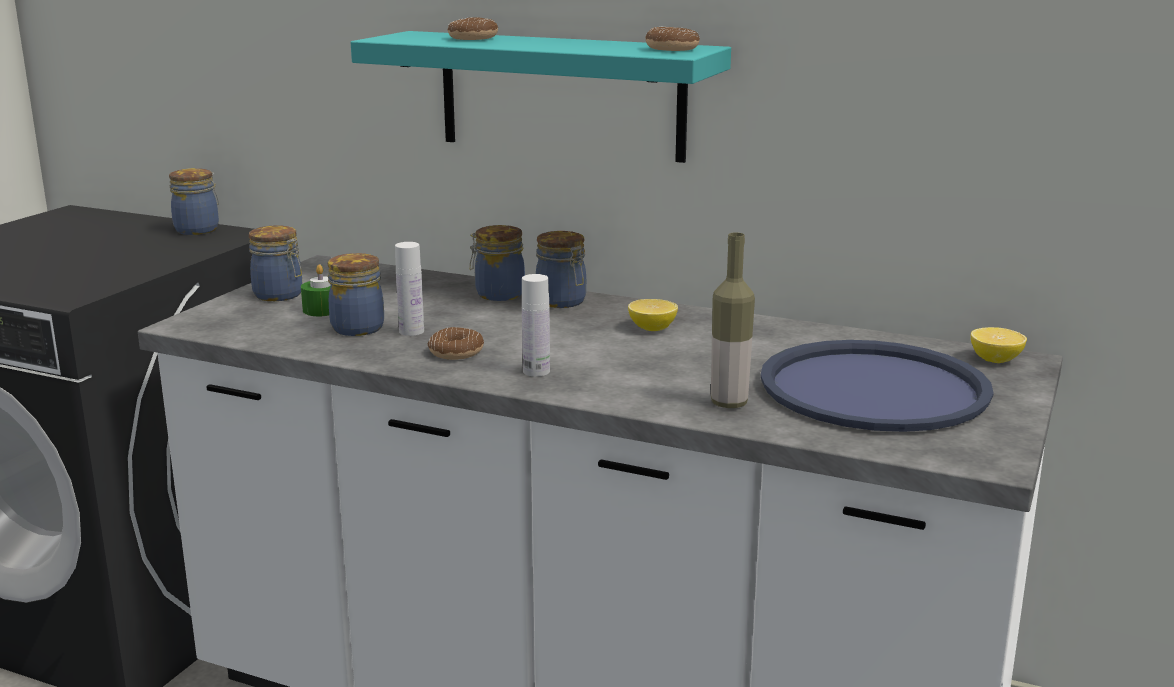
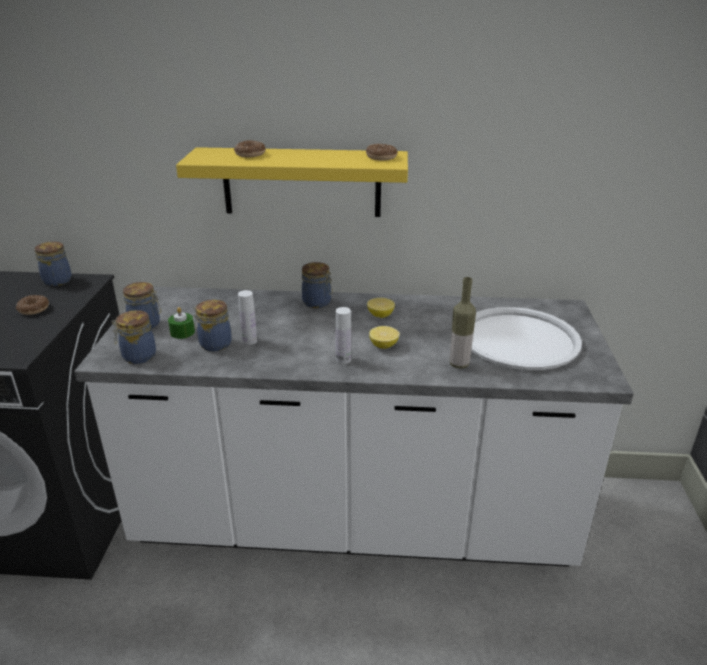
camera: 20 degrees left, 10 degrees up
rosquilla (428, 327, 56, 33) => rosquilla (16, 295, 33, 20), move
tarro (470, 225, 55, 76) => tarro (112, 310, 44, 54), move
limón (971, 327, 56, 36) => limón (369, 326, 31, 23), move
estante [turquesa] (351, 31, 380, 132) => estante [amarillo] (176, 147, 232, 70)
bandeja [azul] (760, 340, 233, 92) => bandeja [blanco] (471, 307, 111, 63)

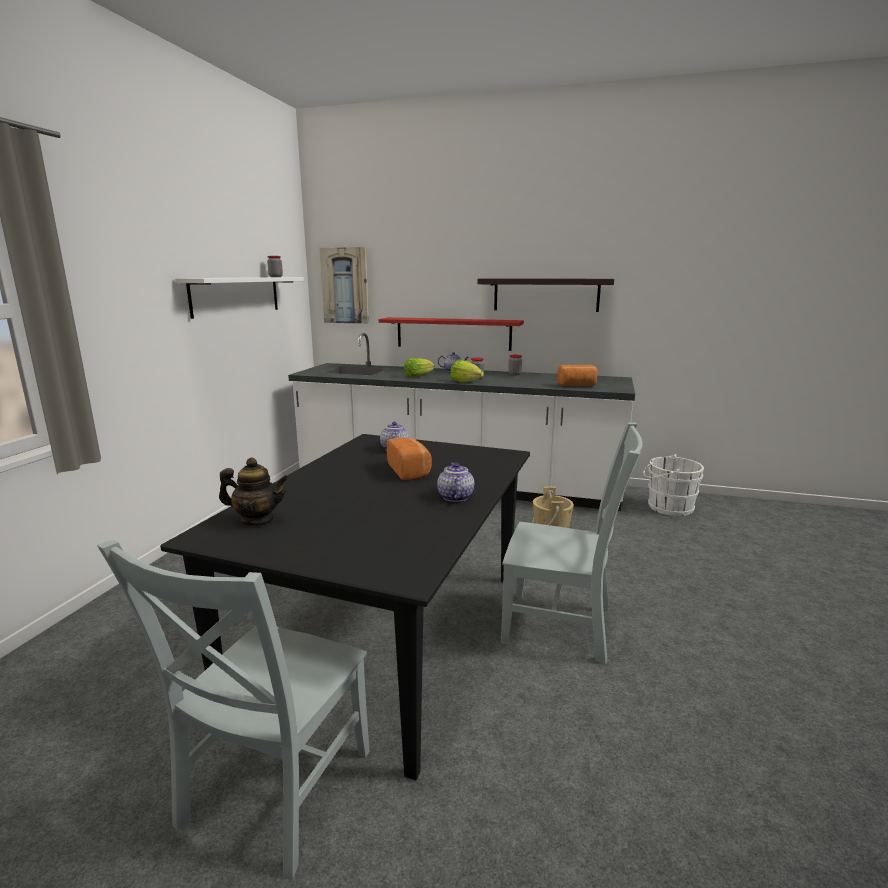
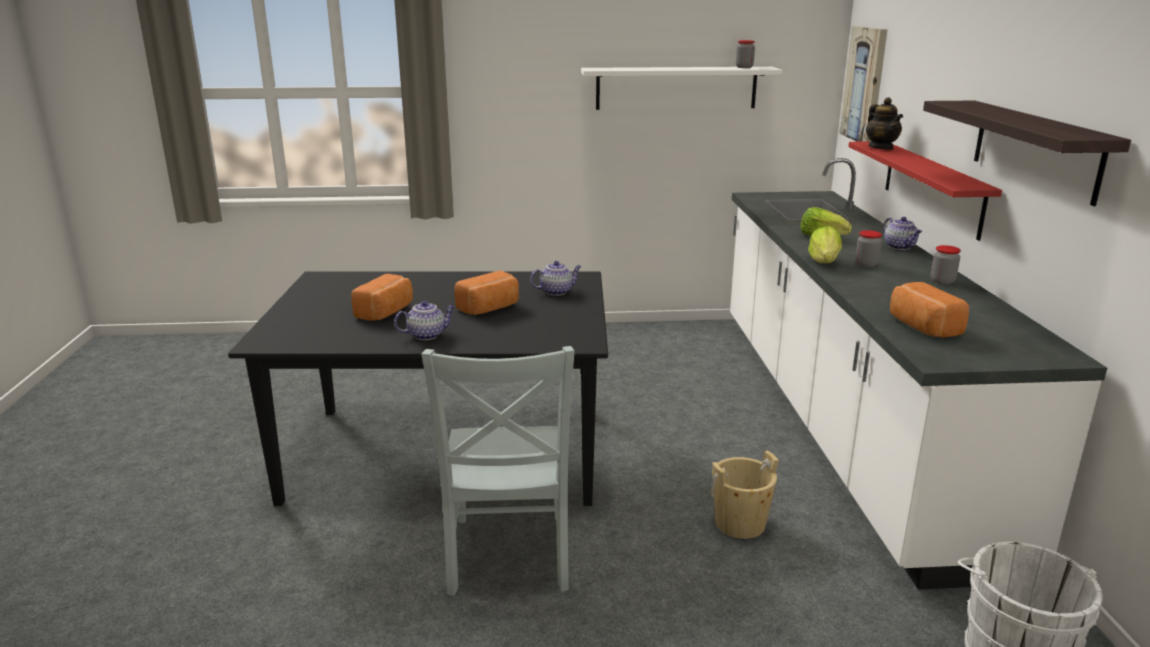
camera: 70 degrees right, 5 degrees up
silla [gris] (97, 539, 273, 340) => nothing
nothing => pan (351, 274, 62, 47)
tetera (219, 457, 70, 69) => tetera (866, 97, 37, 52), move

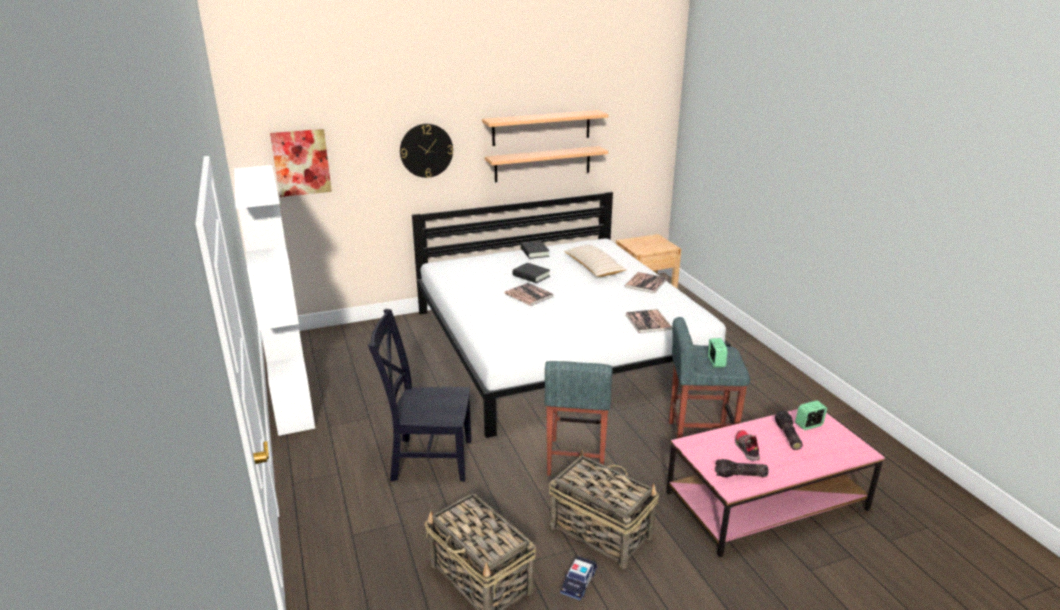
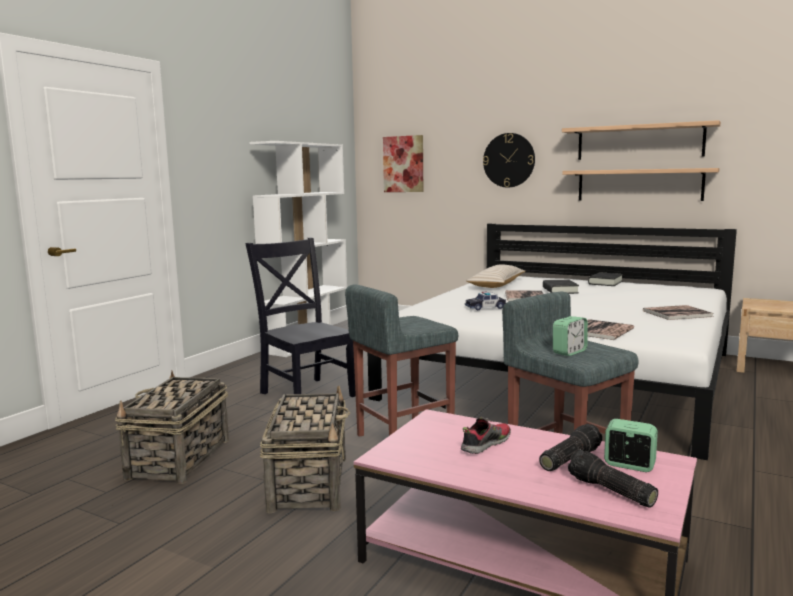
camera: 50 degrees right, 15 degrees down
coche de juguete (560, 556, 37, 45) => coche de juguete (465, 292, 41, 18), move
cojín [beis] (564, 245, 63, 32) => cojín [beis] (466, 264, 59, 24), move
linterna (715, 459, 54, 18) => linterna (568, 449, 90, 59), move

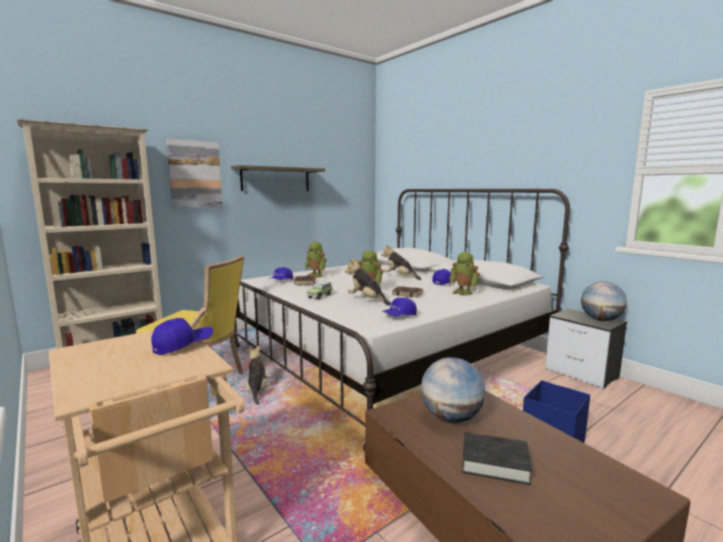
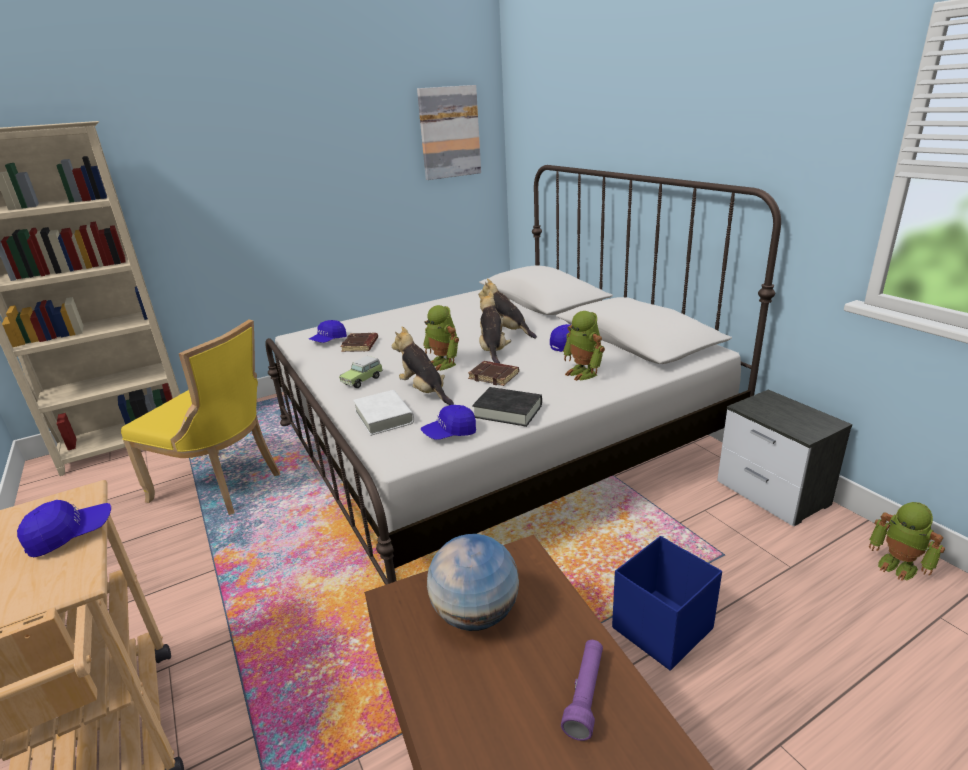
camera: 10 degrees right, 15 degrees up
estante (231, 165, 94, 26) => nothing
globo terráqueo (581, 281, 46, 40) => nothing
nothing => libro [blanco] (353, 390, 61, 46)
nothing => linterna [morado] (561, 640, 42, 101)
cuadro (166, 139, 57, 69) => cuadro (417, 85, 64, 95), move
peluche (246, 346, 25, 59) => peluche (478, 291, 33, 72), move
robot de juguete (305, 242, 21, 36) => robot de juguete (869, 502, 76, 79), move
libro [negro] (462, 432, 70, 53) => libro [negro] (472, 387, 70, 40), move

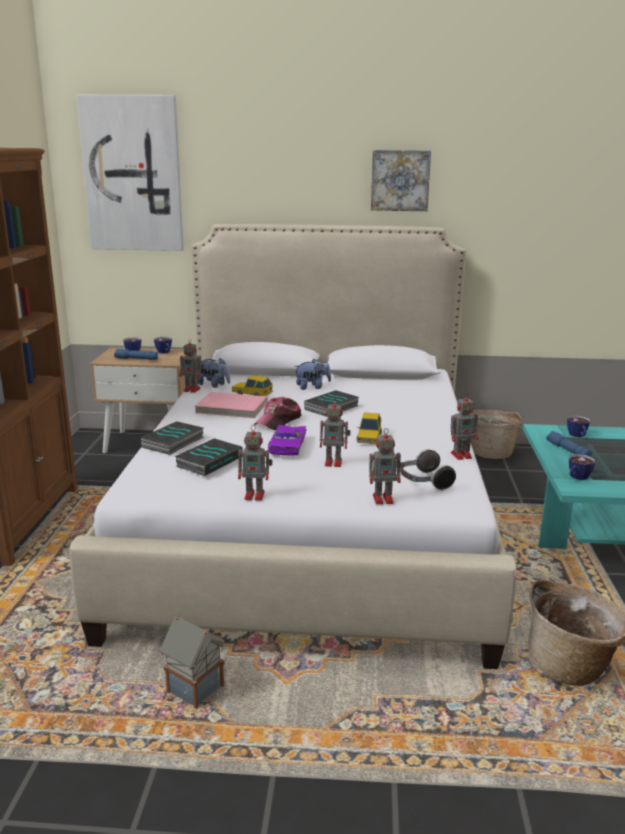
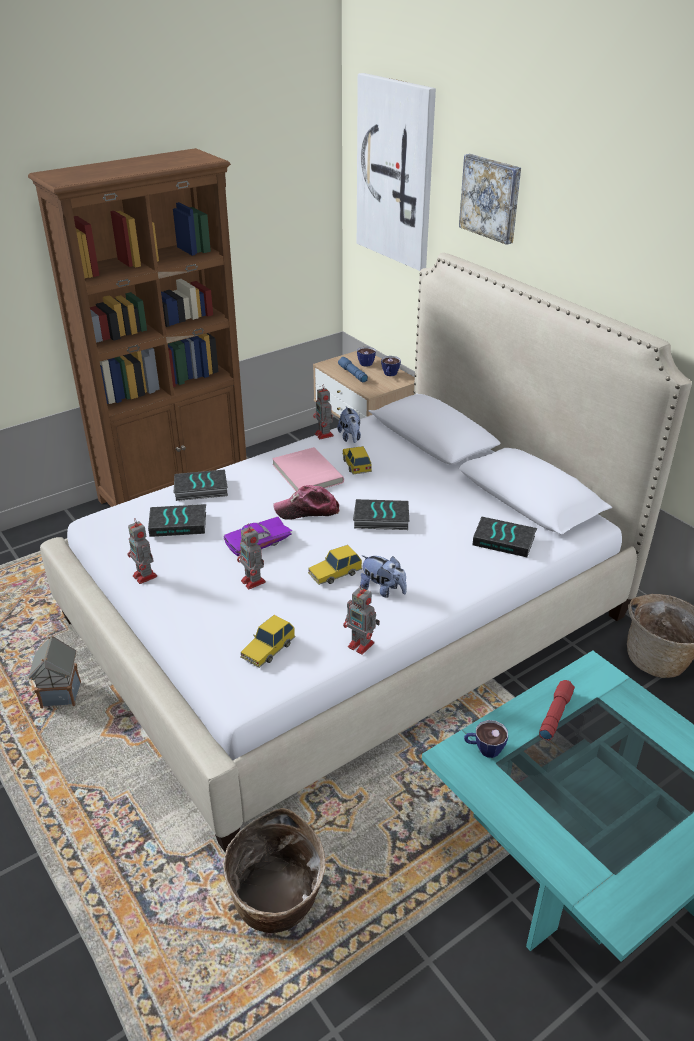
camera: 50 degrees right, 15 degrees up
robot de juguete (369, 428, 33, 76) => nothing
taza (567, 415, 23, 22) => nothing
nothing => libro (473, 516, 64, 41)
peluche (294, 359, 37, 31) => peluche (360, 555, 47, 43), move
cuadro (371, 150, 60, 61) => cuadro (459, 154, 62, 91), move
auriculares (400, 449, 56, 42) => coche de juguete (240, 615, 56, 53)
linterna [azul] (546, 431, 46, 26) => linterna [rojo] (539, 680, 36, 60)

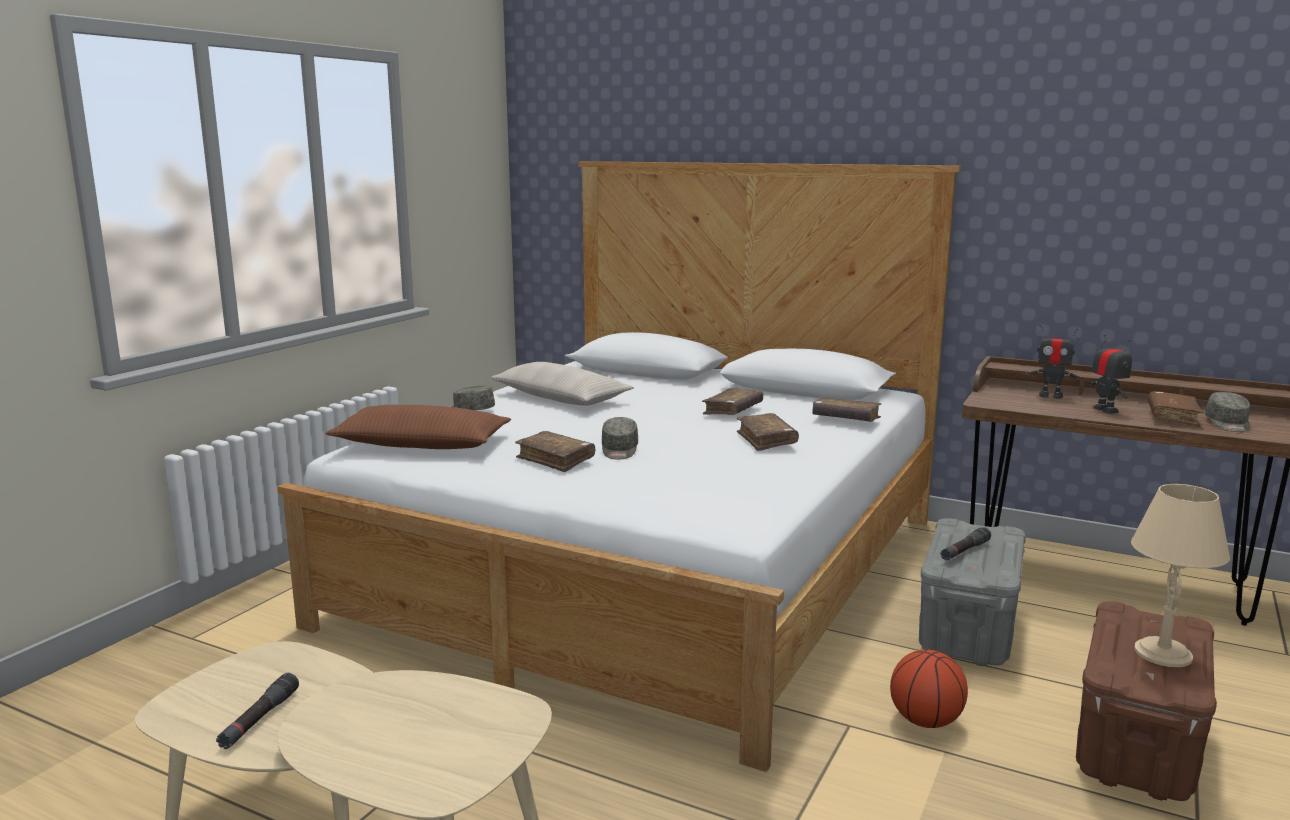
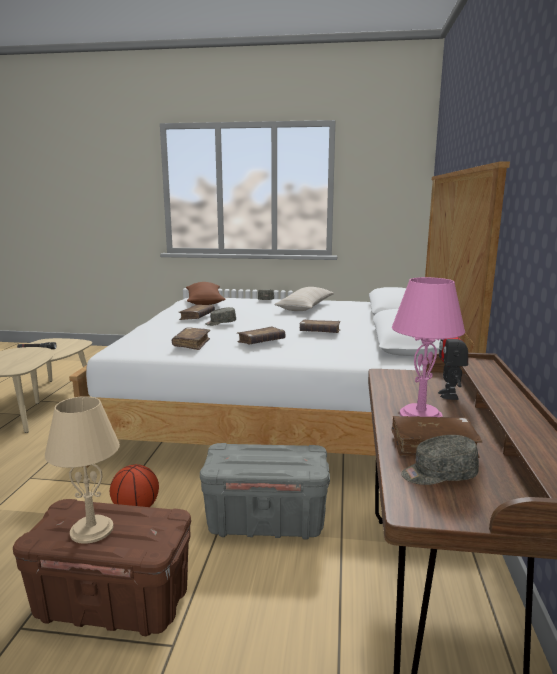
camera: 70 degrees right, 0 degrees up
linterna [negro] (940, 527, 51, 33) => nothing
libro [marrón] (812, 397, 69, 25) => libro [marrón] (172, 327, 38, 23), move
robot de juguete (1088, 335, 44, 79) => lámpara de mesa [rosa] (392, 277, 73, 140)

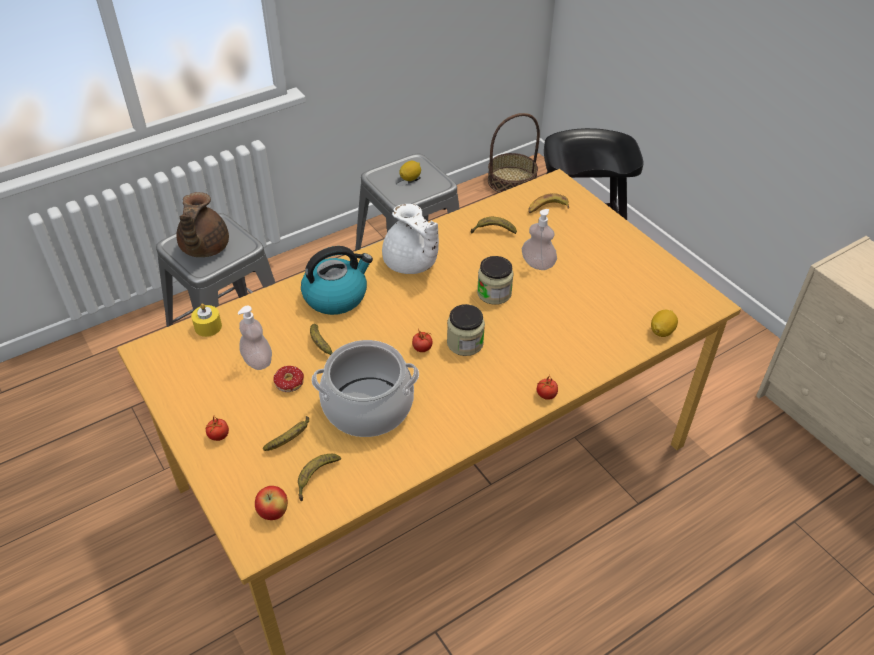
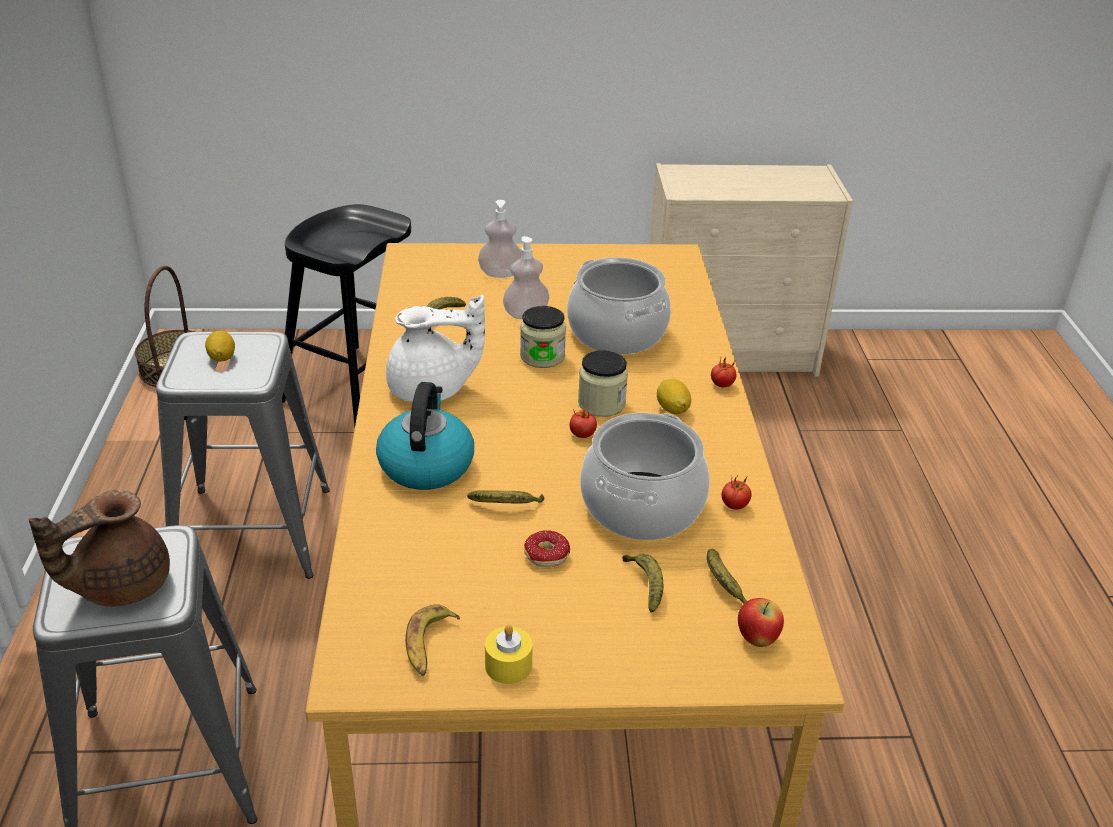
camera: 60 degrees left, 10 degrees down
nothing => olla (567, 257, 104, 97)
vela [amarillo] (191, 303, 31, 34) => vela [amarillo] (485, 625, 48, 59), move
tomate (205, 417, 24, 24) => tomate (722, 476, 30, 34), move
dispensador de jabón (238, 306, 34, 64) => dispensador de jabón (478, 200, 43, 78), move
plátano (528, 193, 41, 20) => plátano (405, 604, 55, 72), move
limón (651, 310, 27, 27) => limón (657, 379, 34, 35), move
tetera [marrón] (177, 192, 52, 65) => tetera [marrón] (29, 490, 141, 117), 105 degrees clockwise

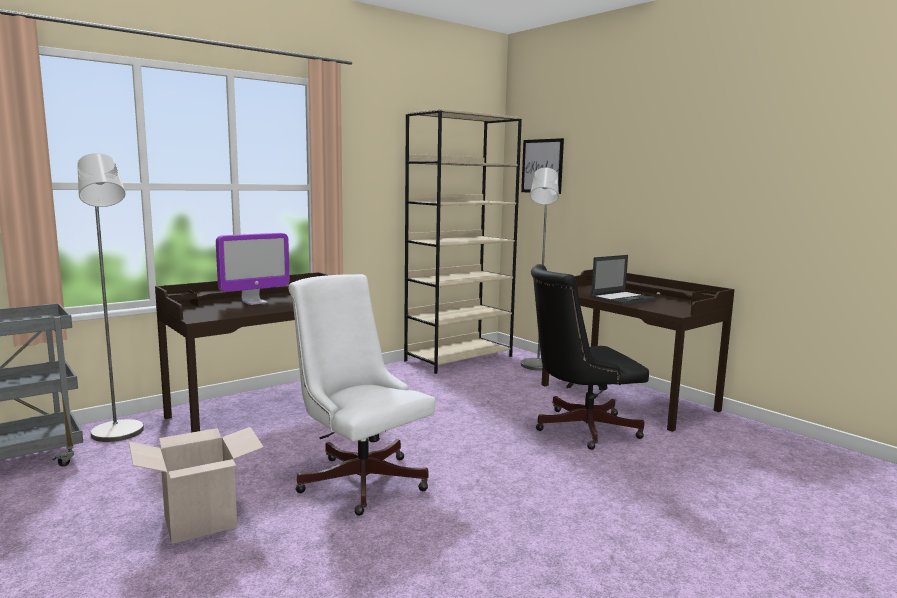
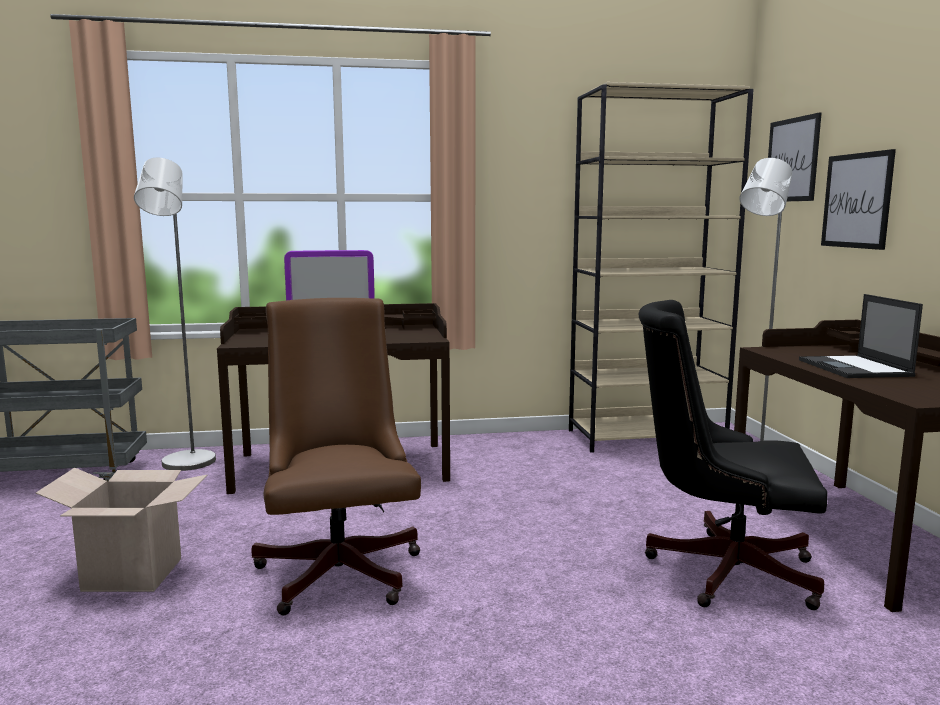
camera: 30 degrees right, 0 degrees up
nothing => cuadro (821, 149, 75, 101)
silla de oficina [blanco] (289, 274, 147, 242) => silla de oficina [marrón] (252, 298, 169, 317)
portátil (591, 255, 65, 50) => portátil (799, 294, 124, 84), 90 degrees clockwise

